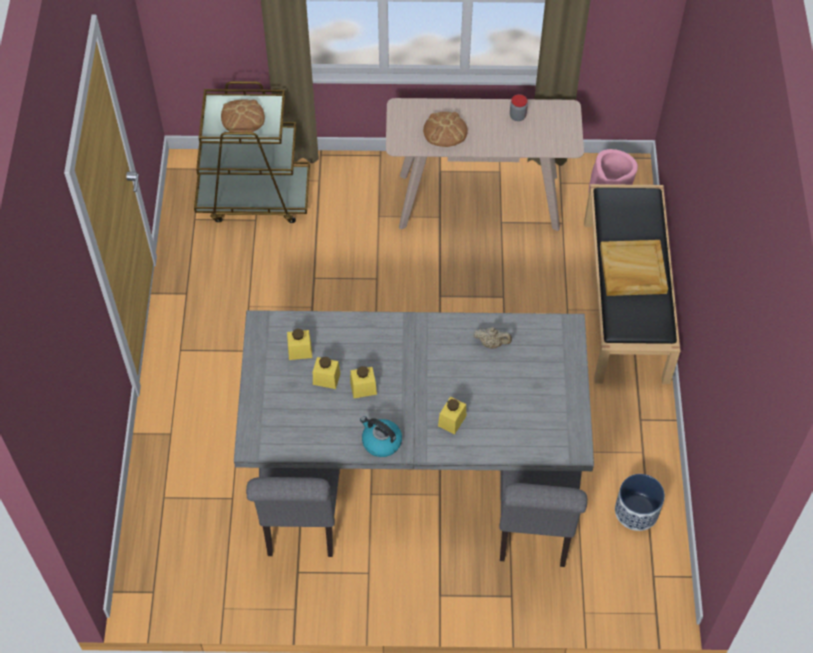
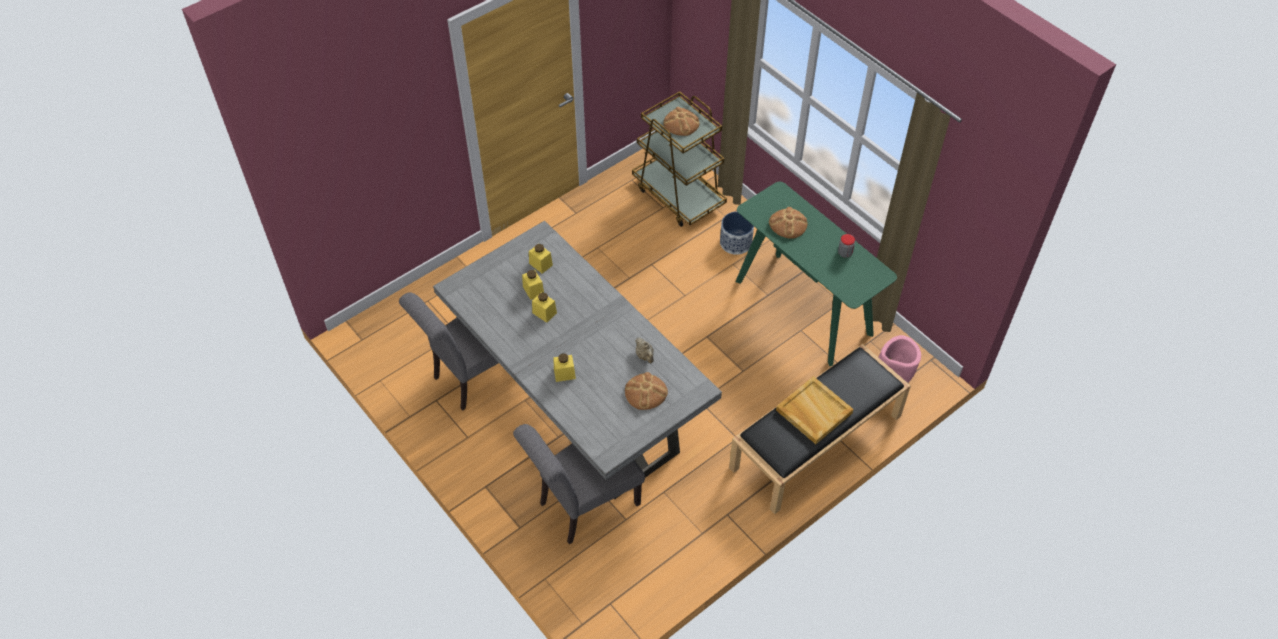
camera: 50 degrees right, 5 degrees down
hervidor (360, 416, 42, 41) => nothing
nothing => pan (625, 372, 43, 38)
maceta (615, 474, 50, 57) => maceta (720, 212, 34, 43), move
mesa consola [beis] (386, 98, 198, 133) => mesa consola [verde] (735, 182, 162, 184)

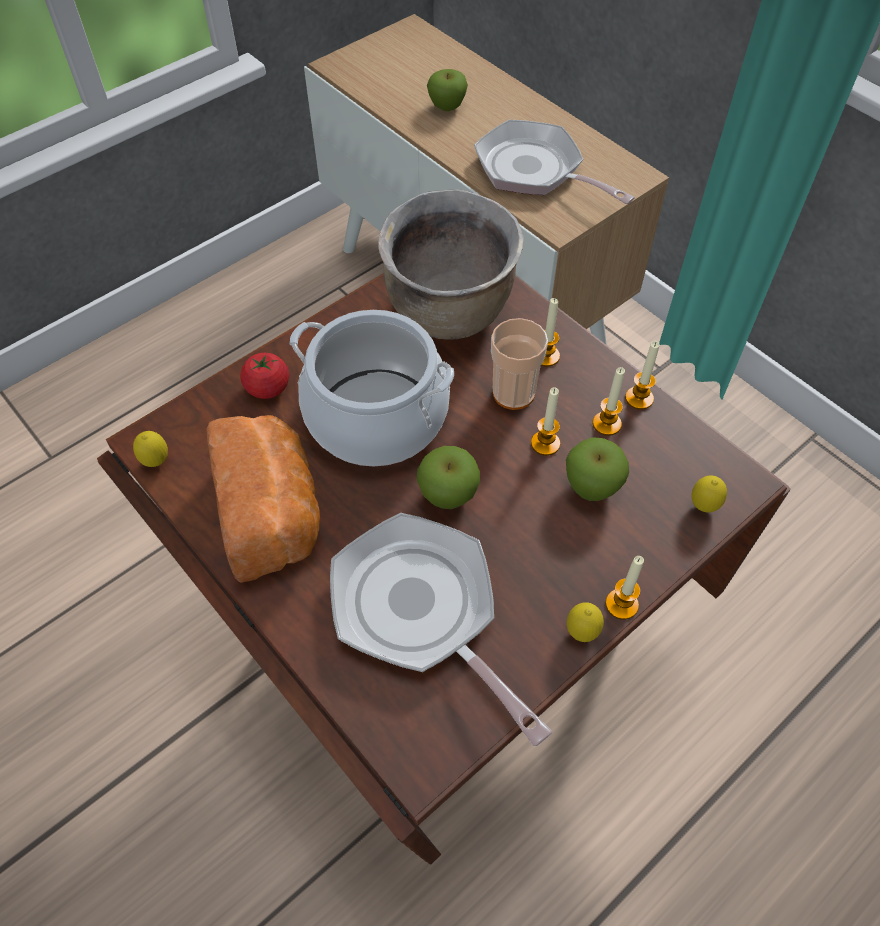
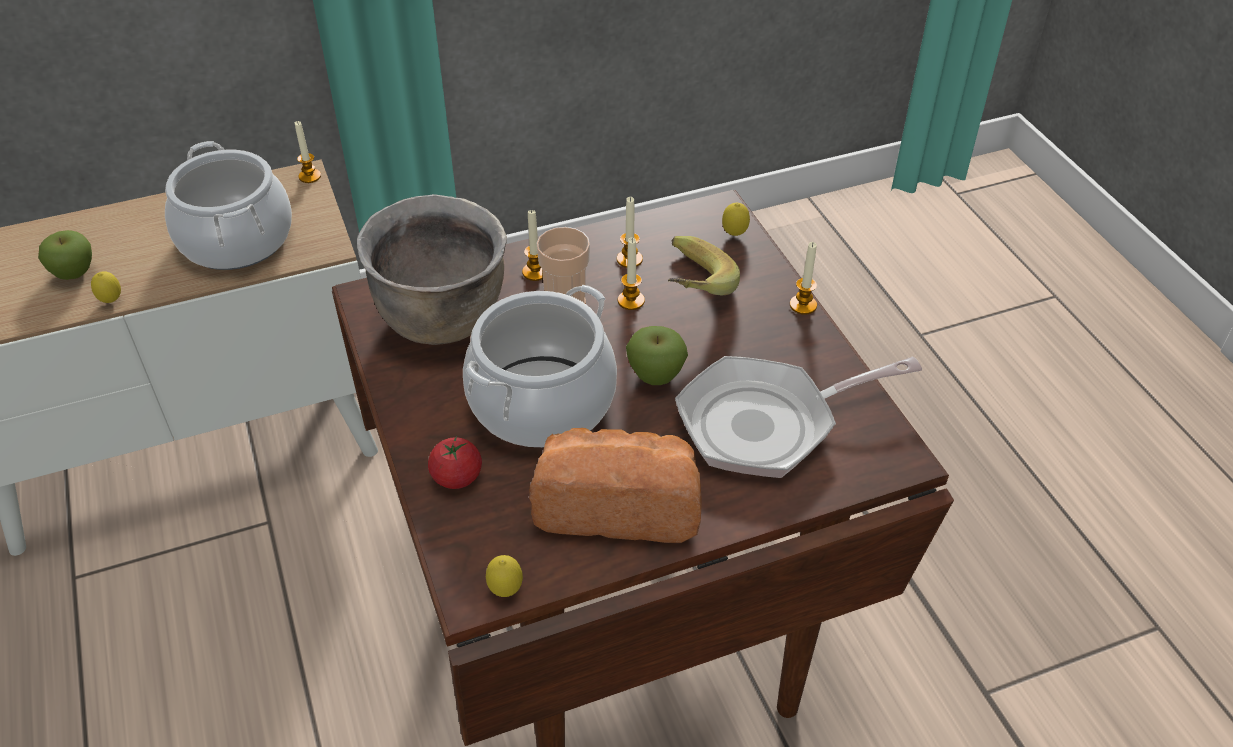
camera: 70 degrees left, 10 degrees down
limón (567, 602, 37, 40) => limón (91, 271, 30, 32), move
vela (625, 341, 35, 69) => vela (295, 121, 26, 62), move
sartén (474, 120, 161, 84) => olla (165, 141, 127, 129)
manzana (566, 437, 63, 64) => plátano (668, 236, 72, 59)

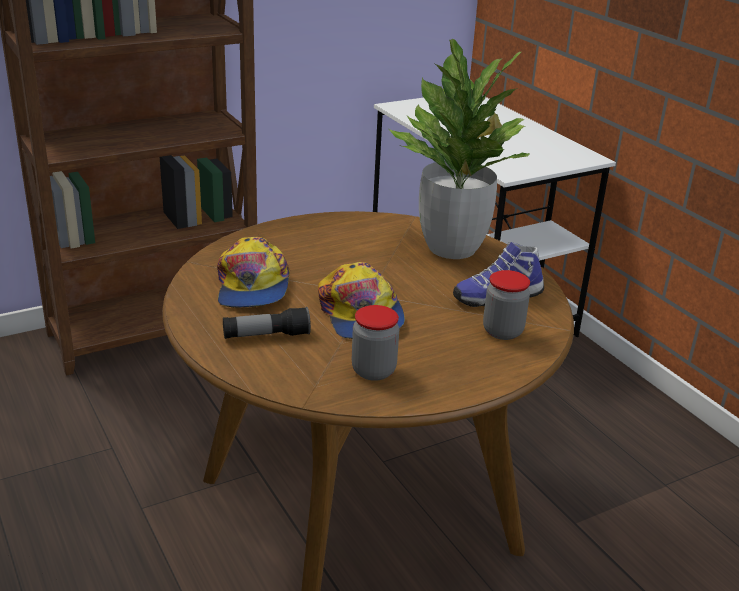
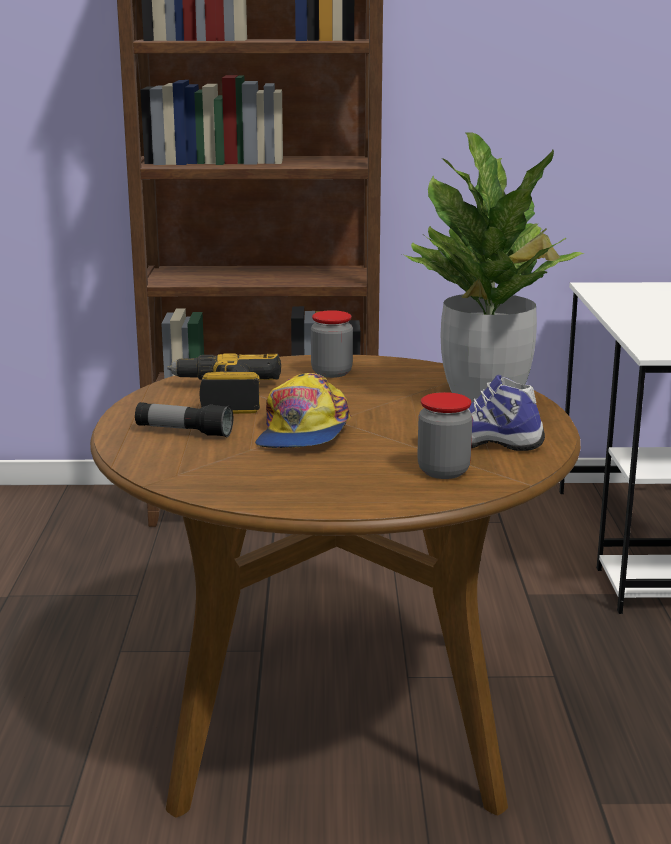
camera: 30 degrees right, 10 degrees down
tarro (352, 305, 47, 76) => tarro (311, 310, 42, 68), move
gorra (217, 237, 73, 71) => taladro (167, 353, 114, 61)

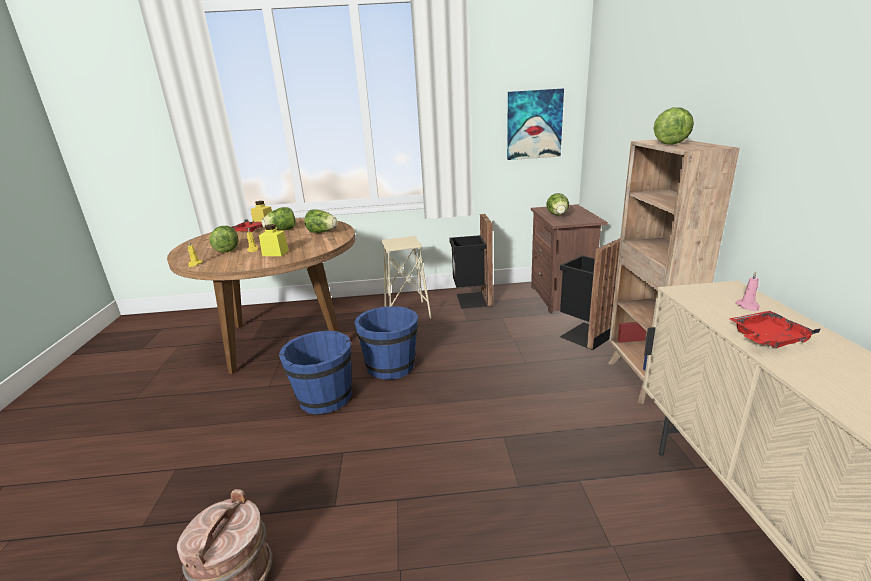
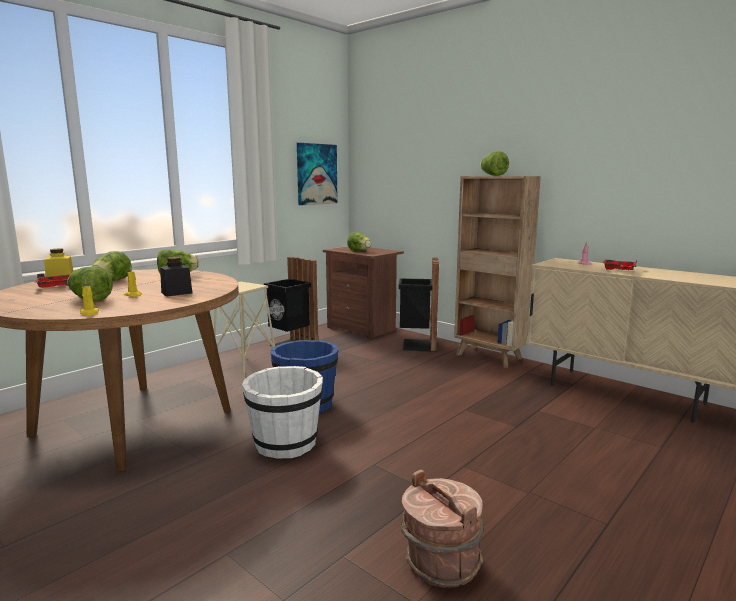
camera: 45 degrees left, 10 degrees down
tarro [amarillo] (259, 224, 30, 32) => tarro [negro] (160, 257, 32, 40)
cubo [azul] (279, 330, 73, 85) => cubo [blanco] (242, 366, 81, 93)

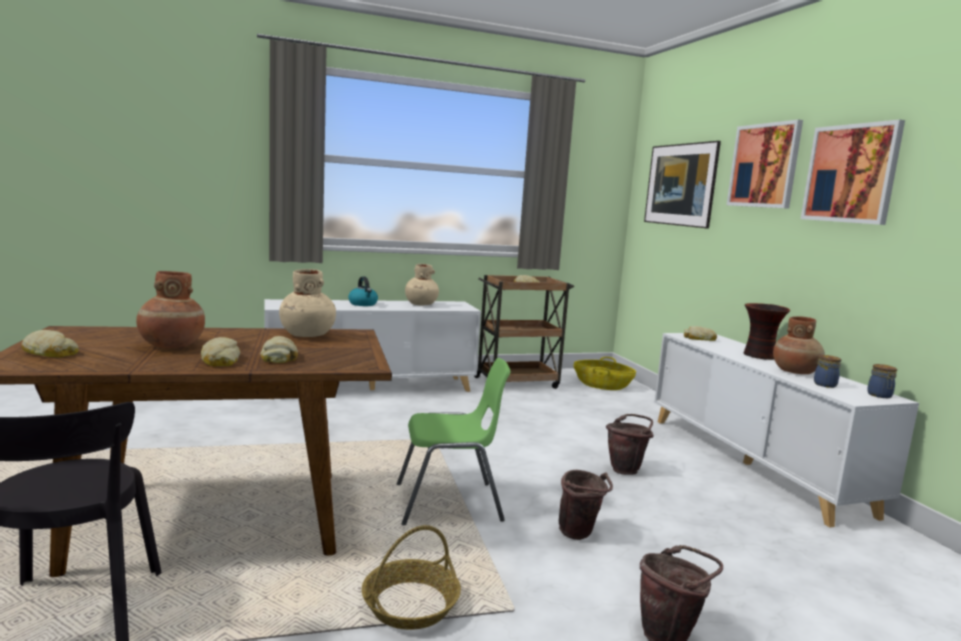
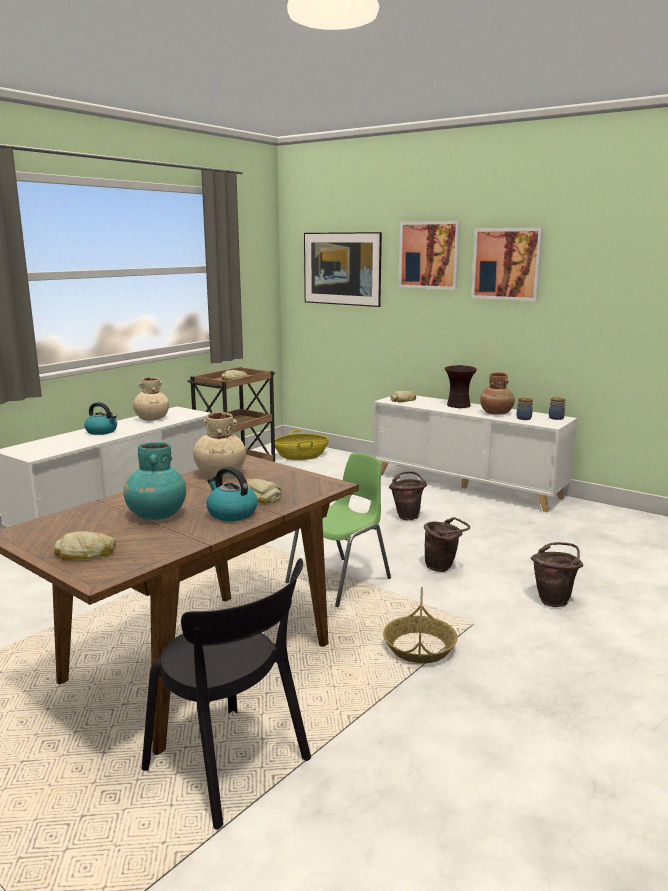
camera: 35 degrees left, 5 degrees up
pan (201, 337, 39, 30) => hervidor (206, 467, 52, 54)
florero [marrón] (136, 271, 69, 78) => florero [turquesa] (124, 442, 62, 78)

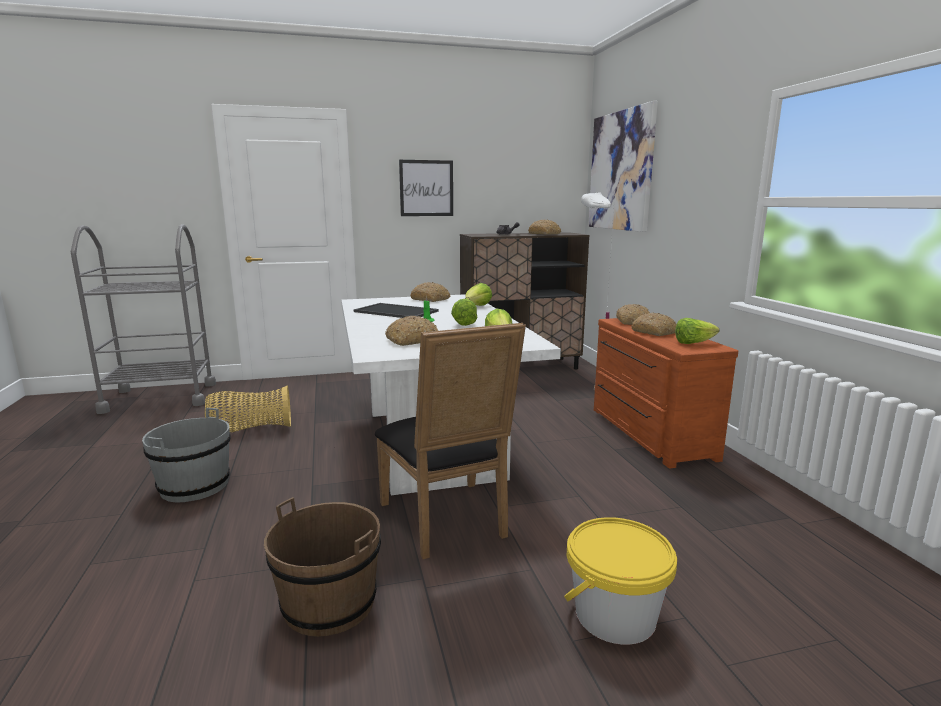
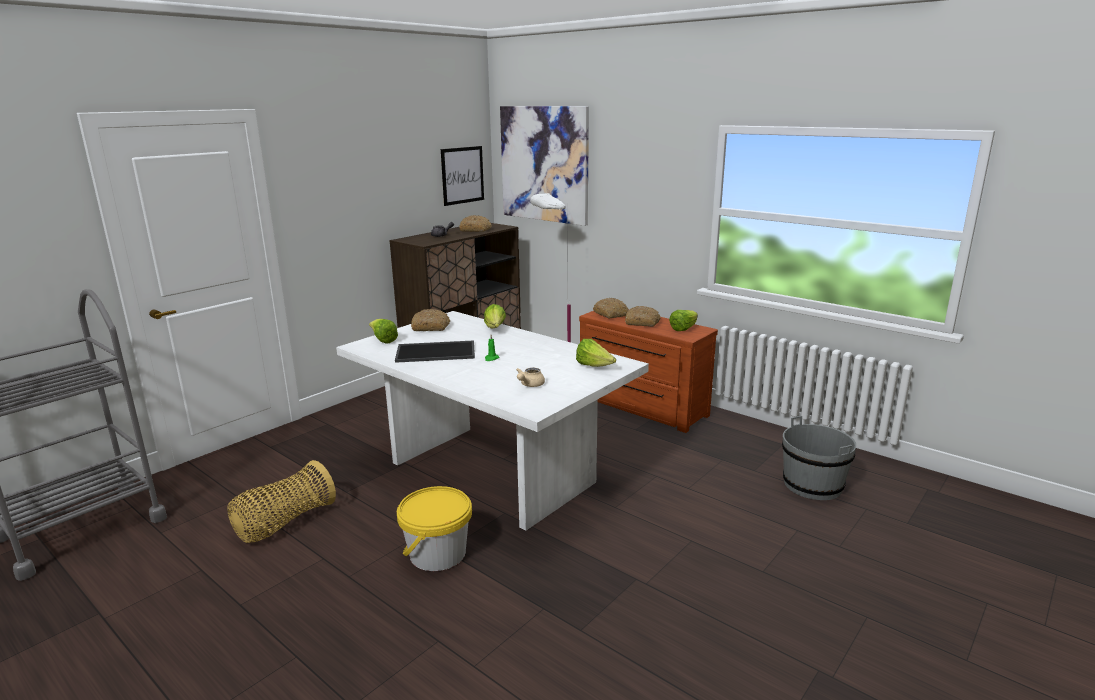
camera: 35 degrees left, 5 degrees up
cubo [marrón] (264, 497, 117, 140) => nothing
silla [negro] (375, 323, 151, 236) => nothing
cubo [gris] (142, 408, 89, 94) => cubo [gris] (782, 416, 75, 84), move
cuadro (399, 160, 54, 56) => cuadro (441, 146, 43, 60), move
lechuga (451, 298, 27, 28) => lechuga (369, 319, 29, 25), move
cubo [amarillo] (564, 517, 113, 128) => cubo [amarillo] (397, 486, 75, 85), move
pan (385, 316, 53, 30) => tetera [beis] (516, 368, 29, 19)

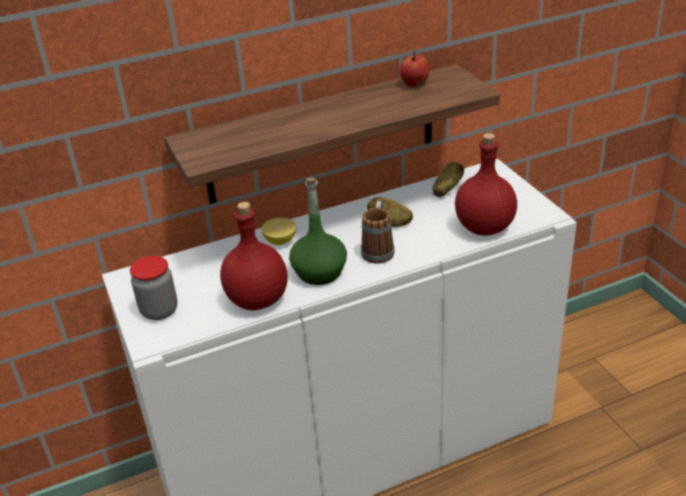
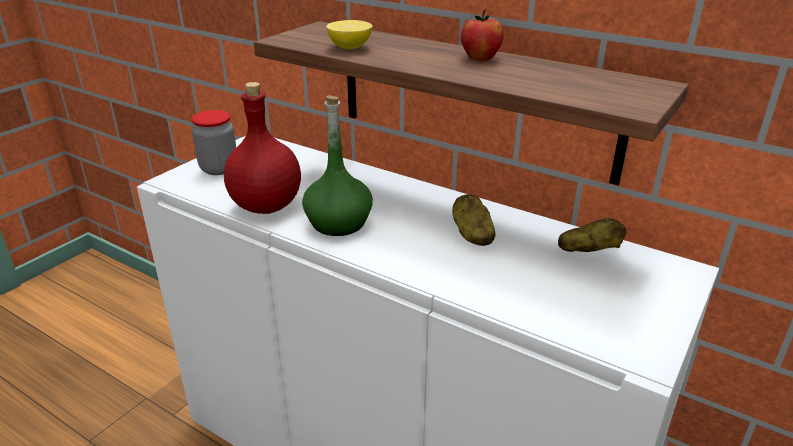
camera: 55 degrees right, 5 degrees down
taza grande (361, 201, 34, 63) => nothing
botella [rojo] (455, 133, 62, 103) => nothing
limón (261, 218, 35, 27) => limón (326, 20, 47, 29), move
manzana (400, 51, 30, 36) => manzana (461, 10, 43, 51), move

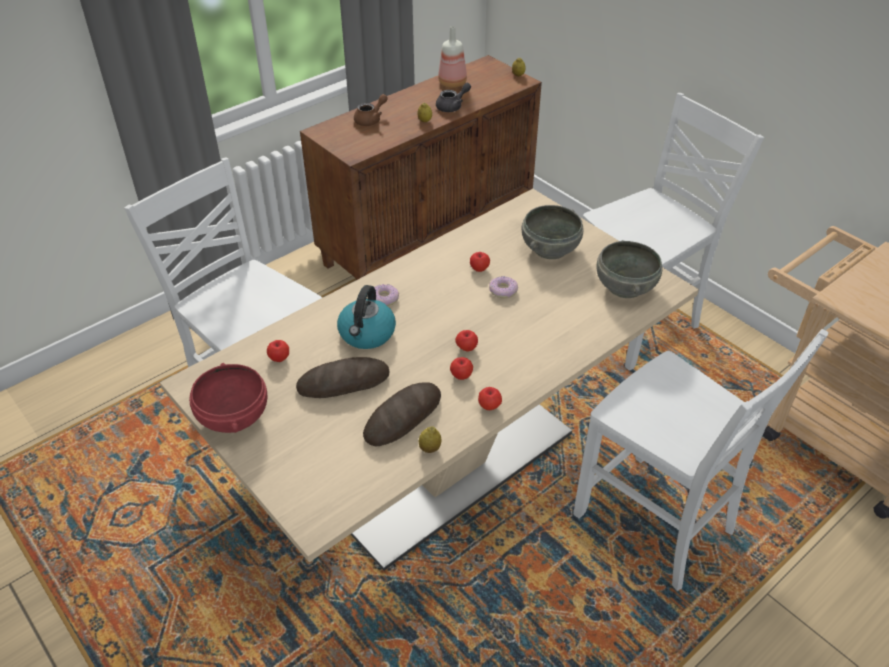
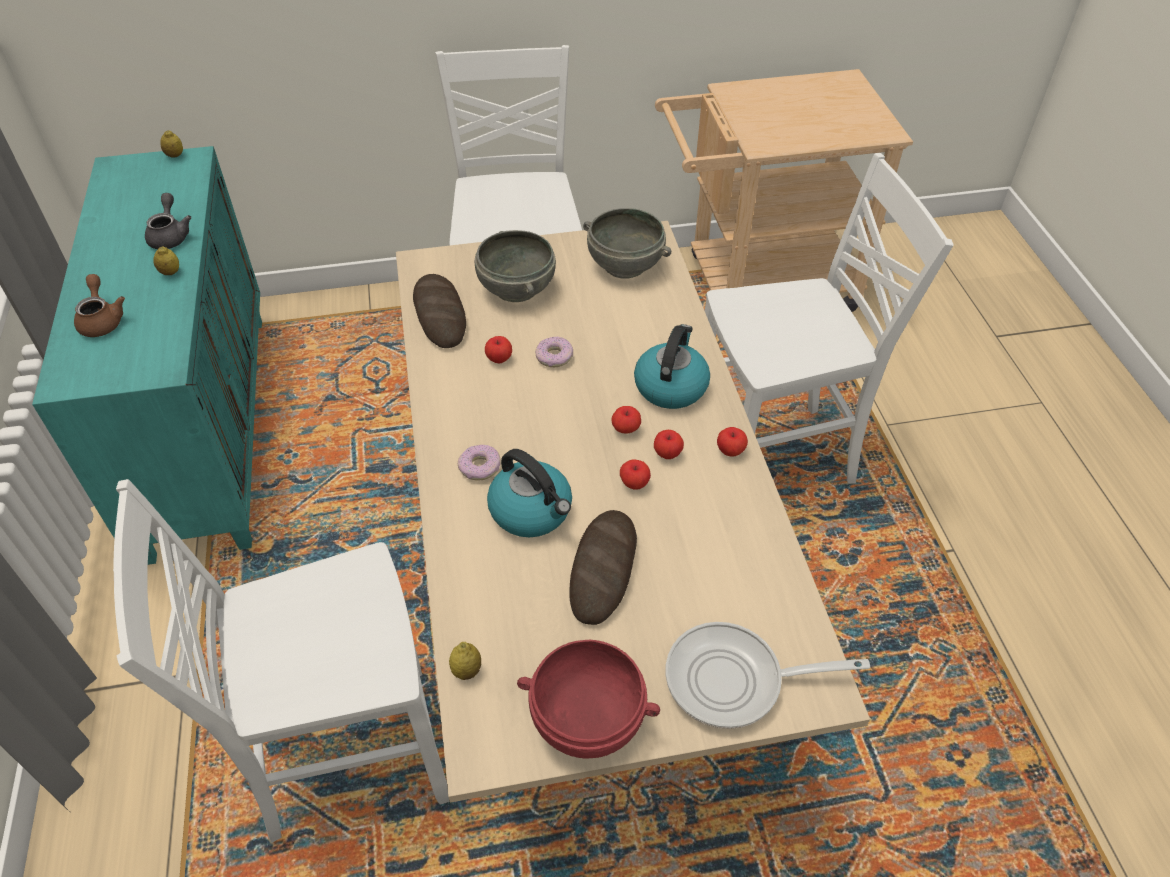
camera: 60 degrees left, 5 degrees up
botella (438, 26, 29, 62) => nothing
nothing => hervidor (634, 324, 76, 85)
nothing => sartén (665, 622, 205, 107)
manzana (267, 340, 22, 22) => manzana (620, 459, 31, 31), move
pan (363, 382, 78, 64) => pan (413, 274, 53, 74), move
limón (419, 426, 23, 27) => limón (449, 642, 32, 38), move
armario [marrón] (300, 55, 242, 225) => armario [turquesa] (32, 146, 230, 419)

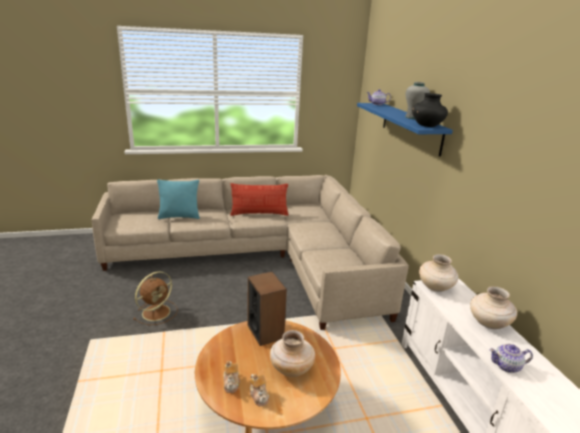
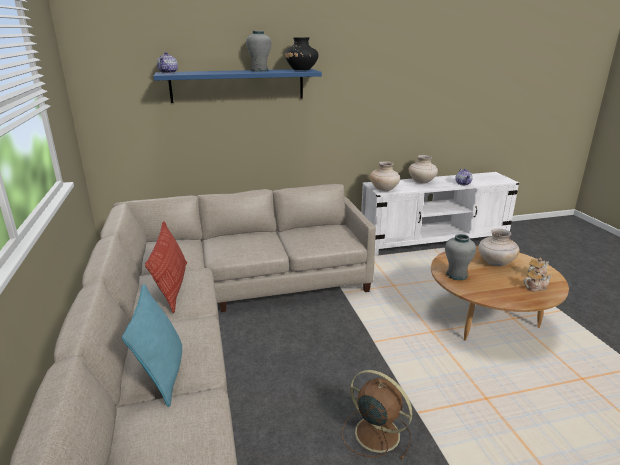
camera: 90 degrees left, 0 degrees up
altavoz (247, 271, 40, 75) => florero [gris] (445, 234, 31, 46)

